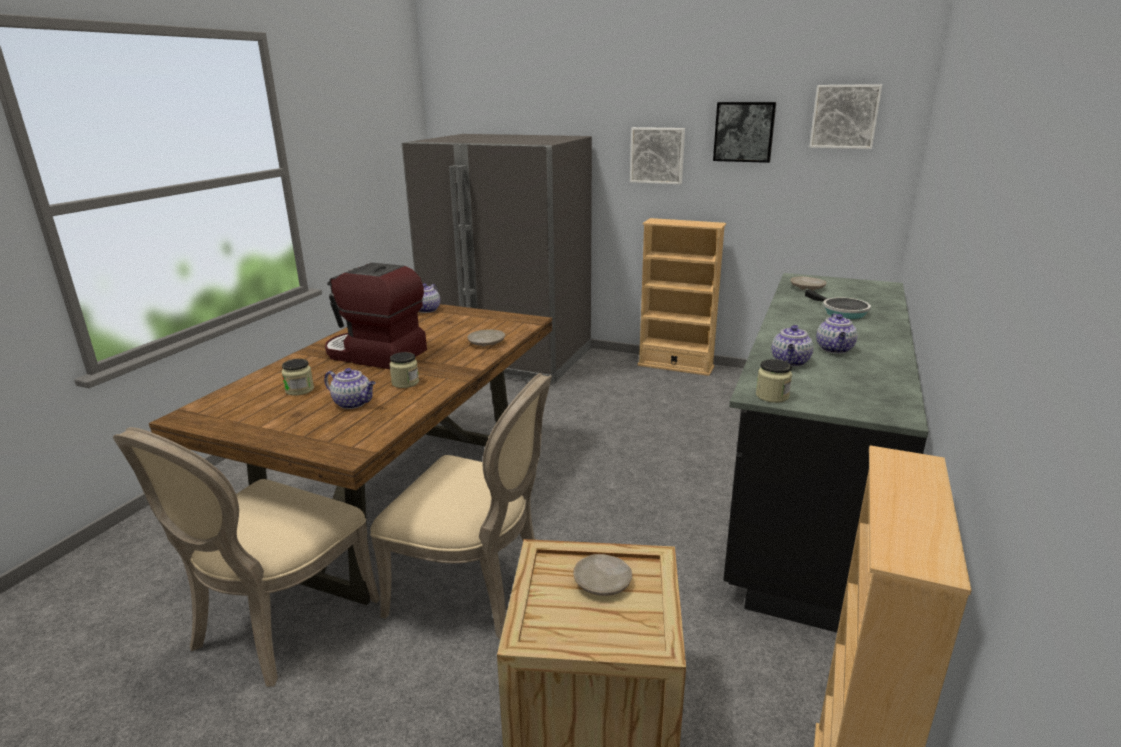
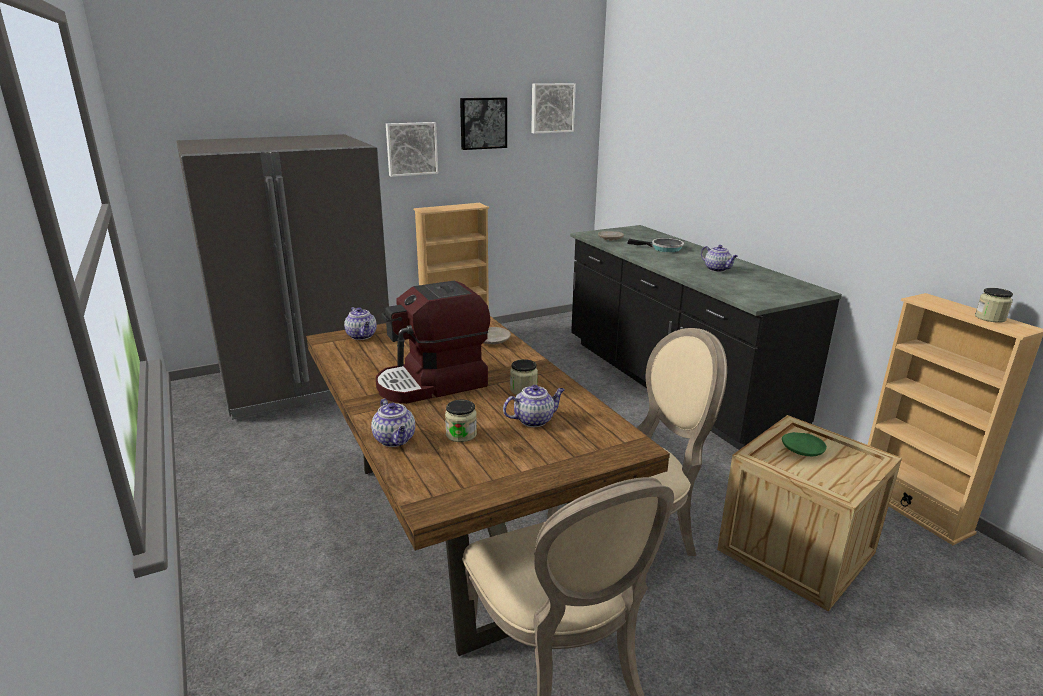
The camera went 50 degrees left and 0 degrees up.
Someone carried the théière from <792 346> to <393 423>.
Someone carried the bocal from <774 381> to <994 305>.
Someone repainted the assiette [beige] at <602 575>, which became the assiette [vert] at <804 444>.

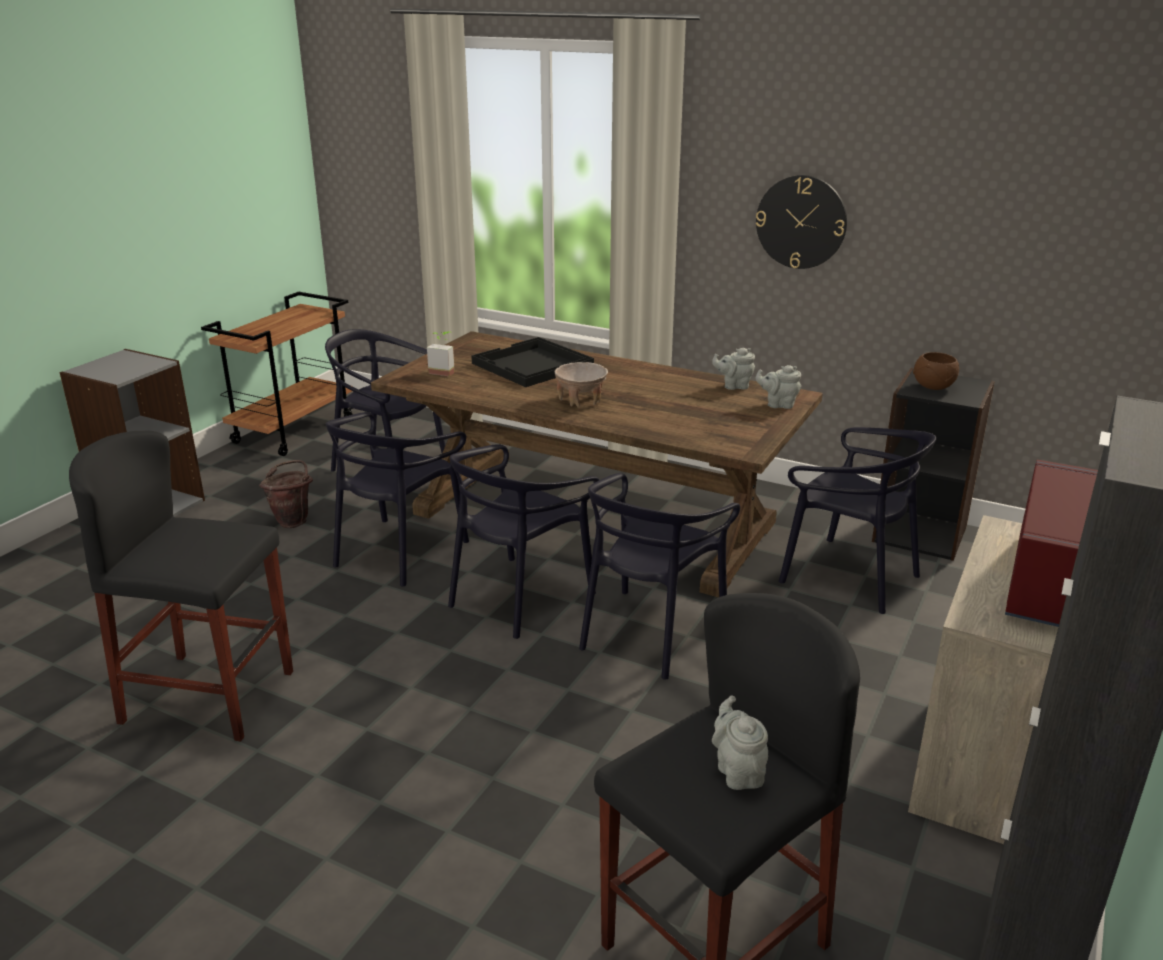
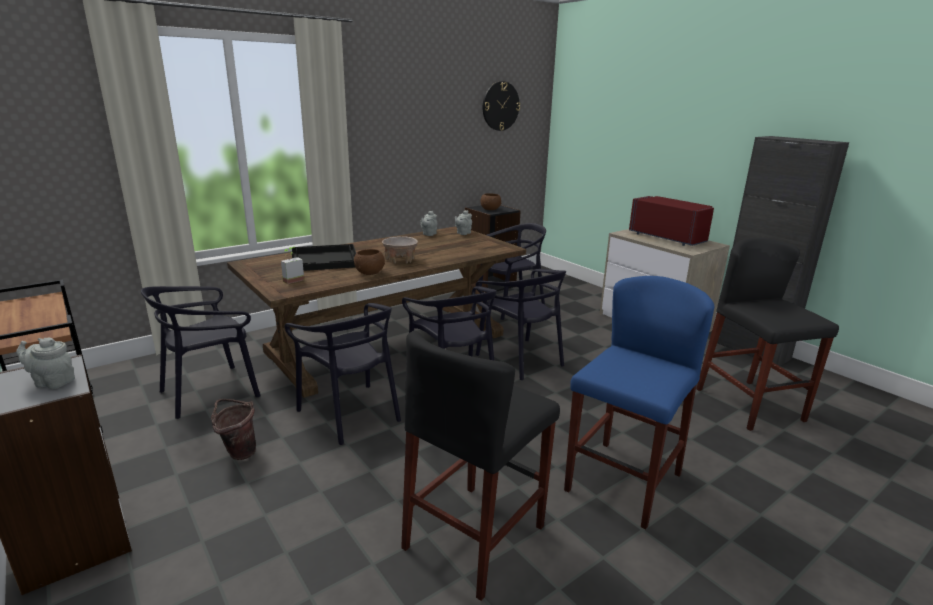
The camera went 65 degrees left and 5 degrees down.
Someone carried the horloge murale from <801 222> to <501 106>.
Someone carried the théière [gris] from <740 743> to <45 363>.
Someone put down the bol [marron] at <369 262>.
Someone put down the tabouret [bleu] at <639 402>.

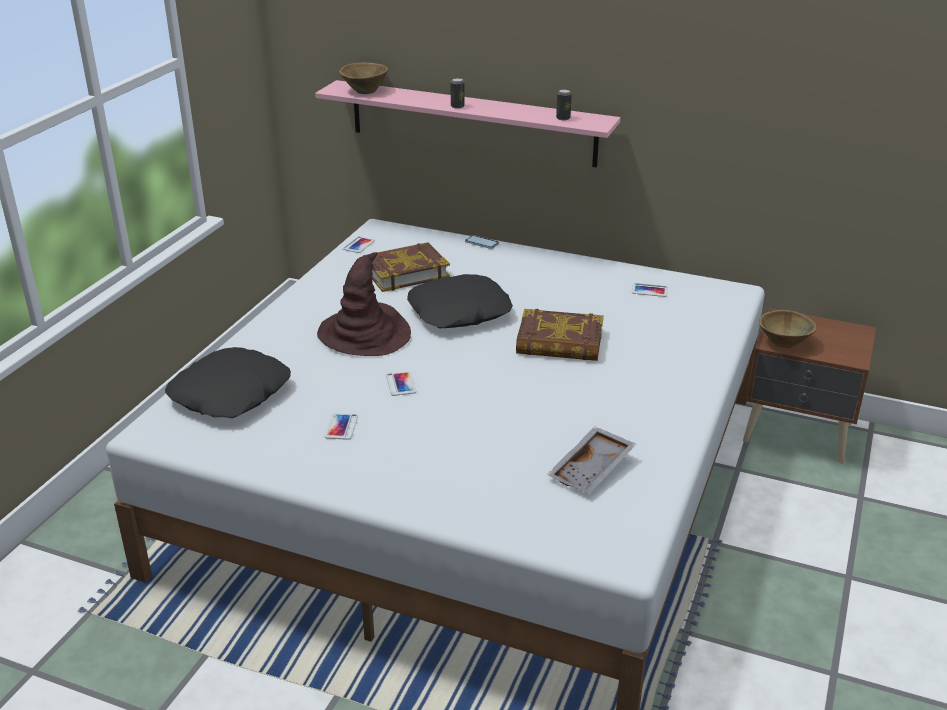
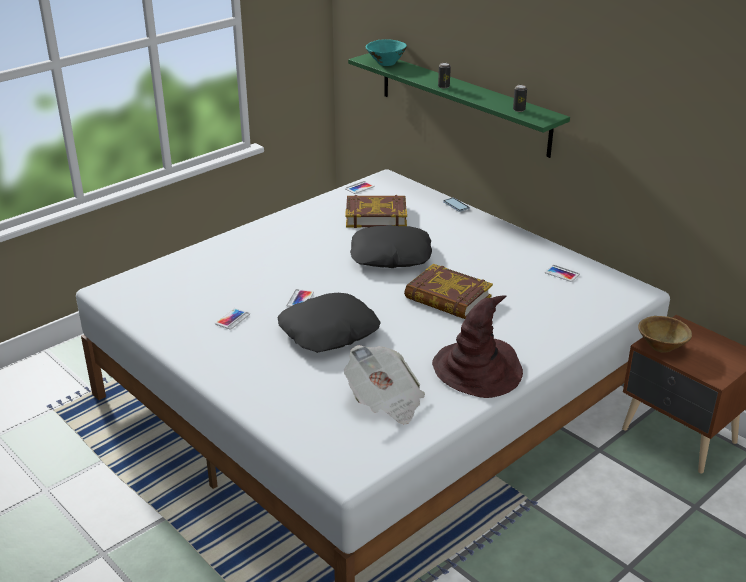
The camera went 25 degrees right and 0 degrees up.
Someone repainted the bol [marron] at <363 78>, which became the bol [turquoise] at <386 52>.
Someone repainted the étagère [rose] at <468 124>, which became the étagère [vert] at <459 105>.
Someone carried the chapeau [marron] from <364 304> to <477 346>.
Someone carried the coussin [noir] from <228 382> to <329 323>.
Someone swapped the plateau [gris] at <591 460> for the journal at <384 384>.

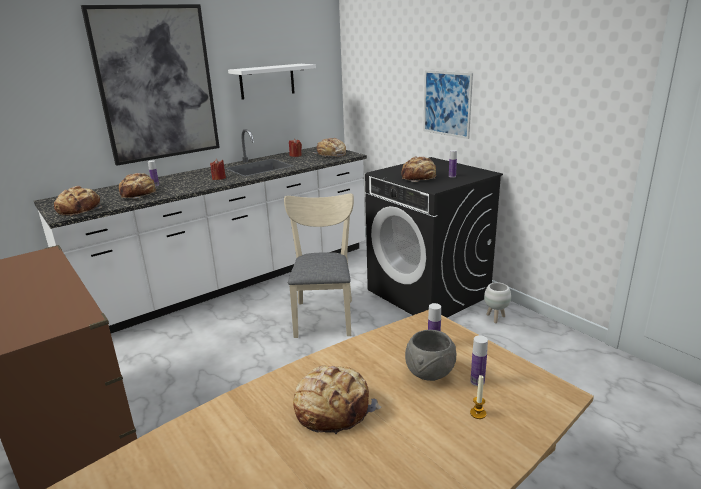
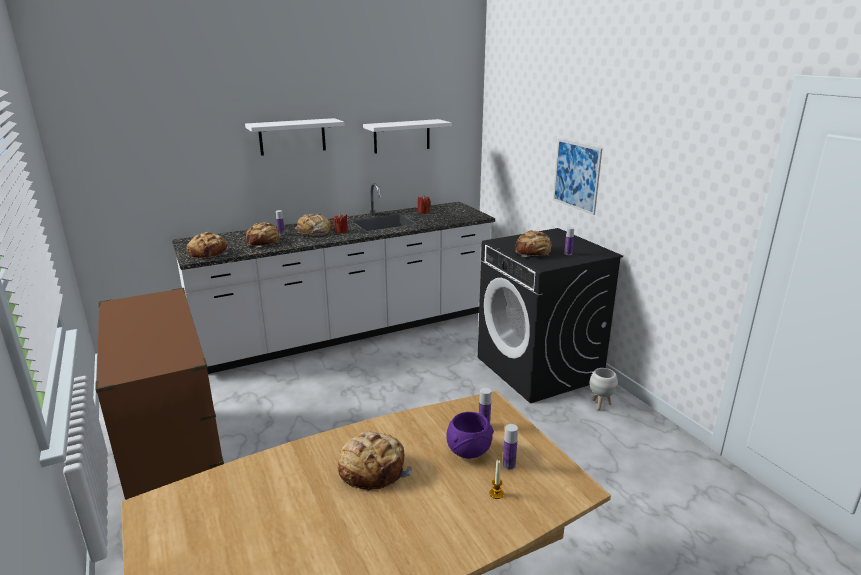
The camera went 10 degrees right and 0 degrees up.
Someone swapped the tableau at <150 85> for the étagère [blanc] at <295 137>.
Someone carried the pain from <329 147> to <313 224>.
Someone took away the chaise [beige] at <319 266>.
Someone repainted the bol [gris] at <430 355>, which became the bol [violet] at <470 435>.

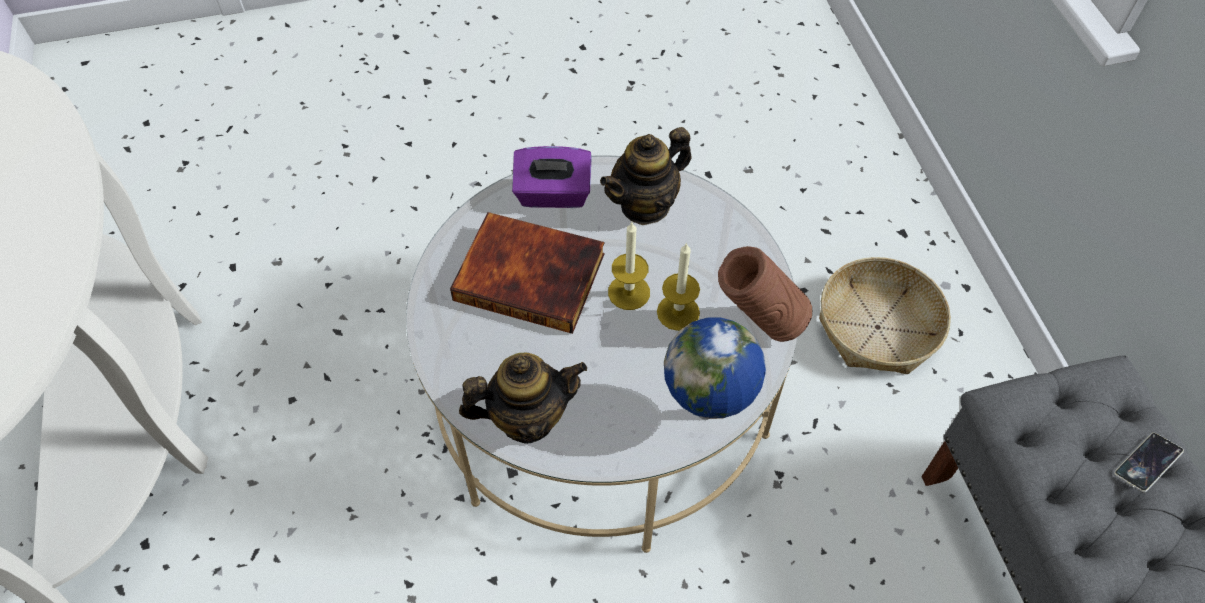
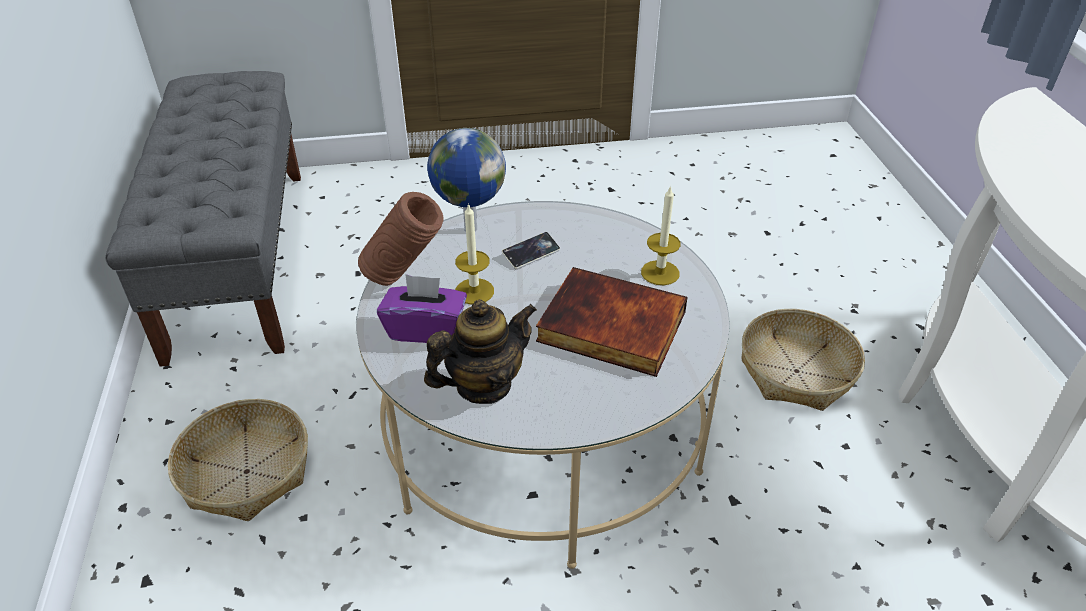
The camera went 175 degrees left and 15 degrees down.
Someone carried the boîte à mouchoirs [violet] from <552 177> to <422 308>.
Someone carried the bougie from <629 266> to <661 235>.
Someone took away the théière at <523 398>.
Someone carried the téléphone from <1149 463> to <531 250>.
Someone put down the panier at <803 360>.

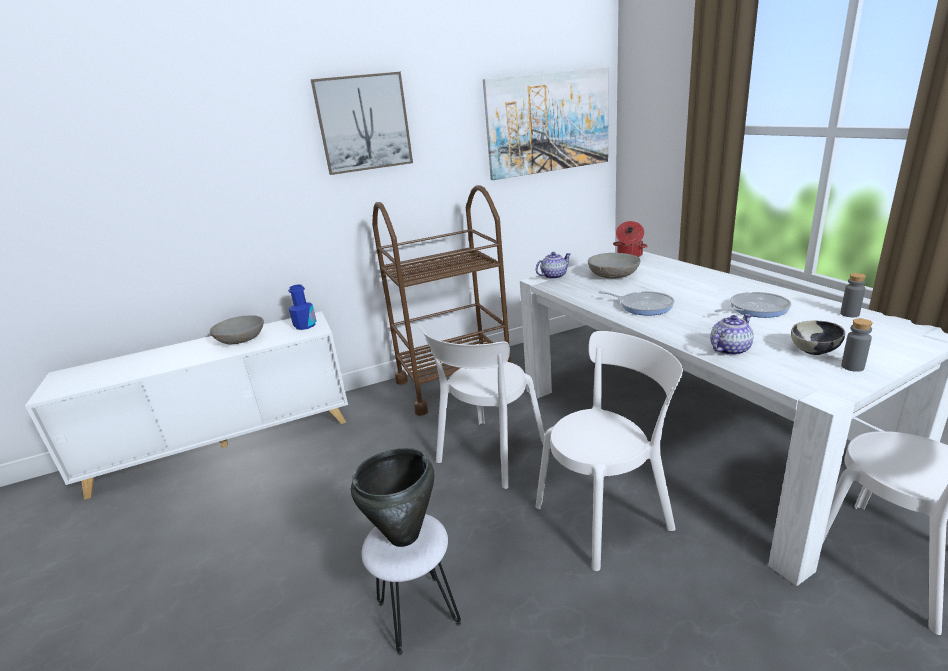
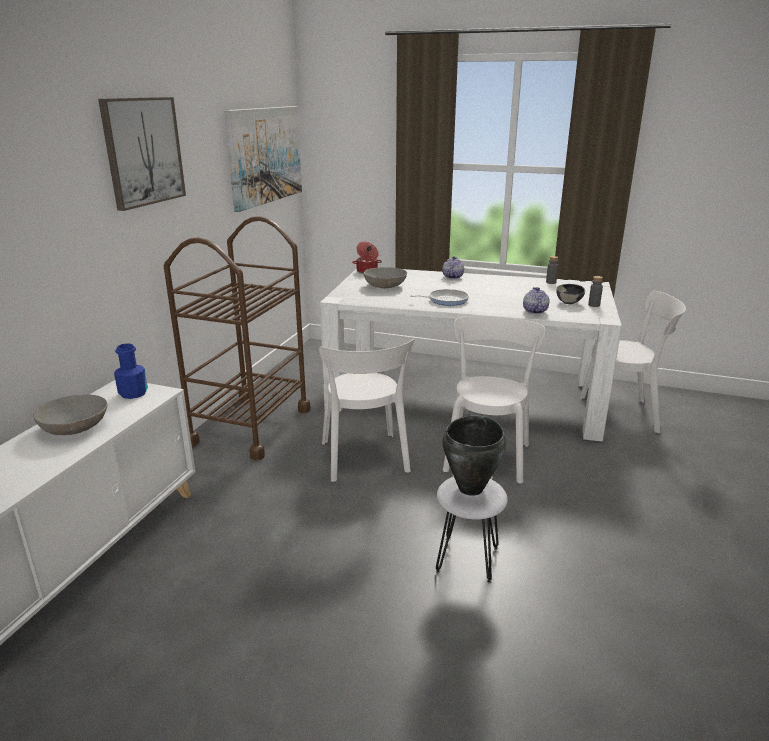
The camera went 50 degrees left and 0 degrees up.
Someone carried the théière from <553 265> to <453 267>.
Someone took away the poêle at <753 305>.

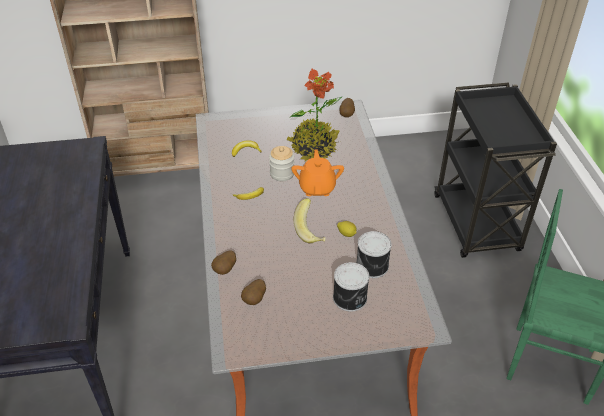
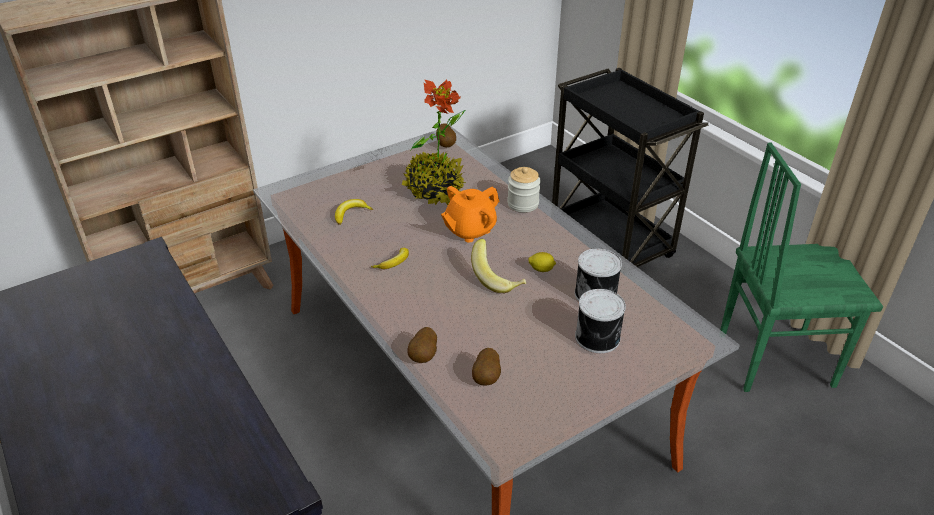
The camera went 25 degrees left and 5 degrees down.
Someone carried the bocal from <281 163> to <524 190>.
Someone rotated the théière [orange] at <317 172> by 105 degrees counterclockwise.

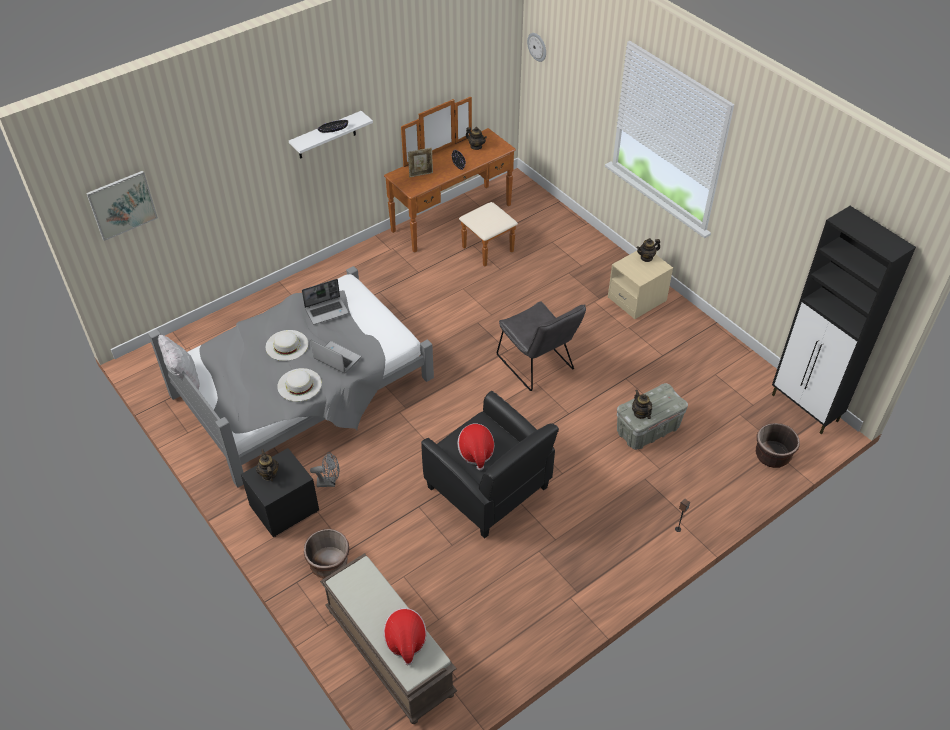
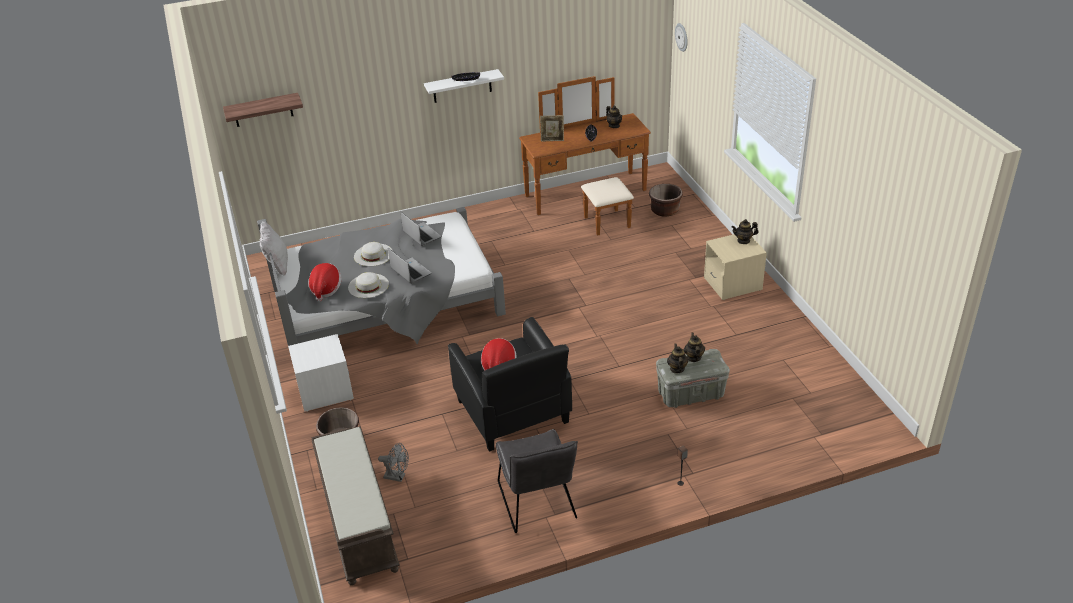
The camera went 20 degrees right and 10 degrees down.
Someone swapped the tableau at <122 206> for the étagère at <263 110>.
Someone took away the meuble de rangement [noir] at <844 320>.
Someone rotated the ordinateur portable at <325 301> by 120 degrees counterclockwise.
Someone carried the chaise [gris] from <541 346> to <537 481>.
Someone carried the cache-pot [marron] from <778 445> to <666 200>.
Someone repainted the table de chevet [noir] at <280 492>, which became the table de chevet [blanc] at <321 373>.
Someone carried the théière from <267 465> to <694 347>.
Someone carried the ventilateur [gris] from <325 469> to <393 462>.
Someone carried the chapeau from <405 636> to <325 282>.

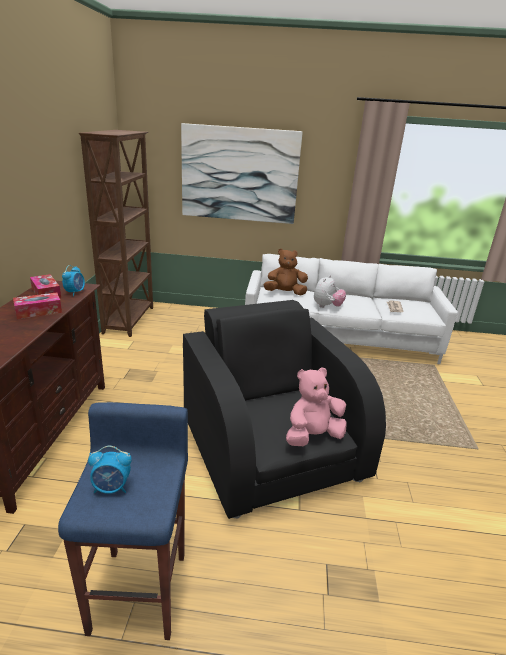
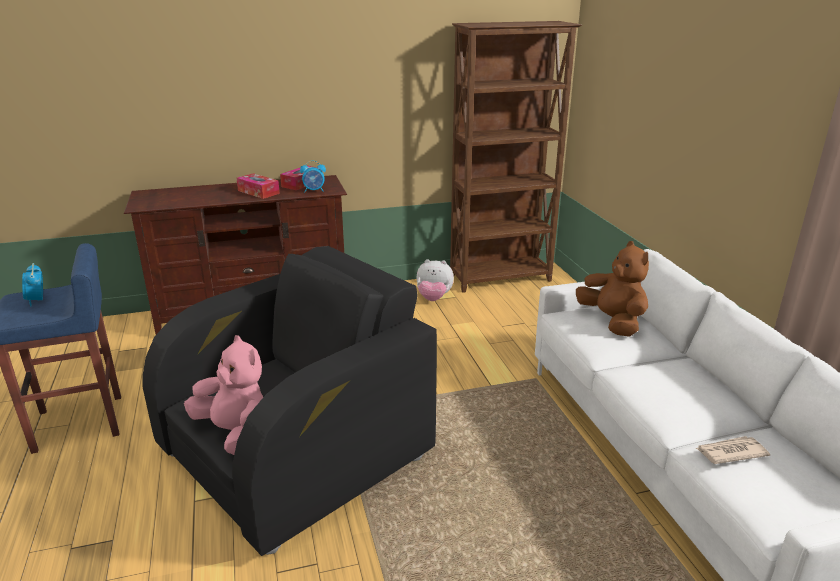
The camera went 70 degrees right and 0 degrees up.
Someone took away the tableau at <242 173>.
Someone carried the peluche from <330 291> to <435 280>.

